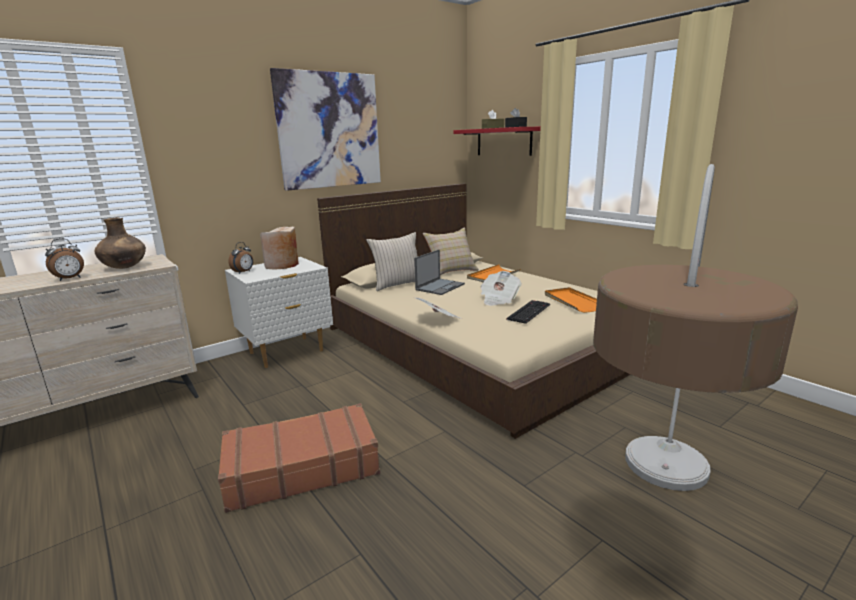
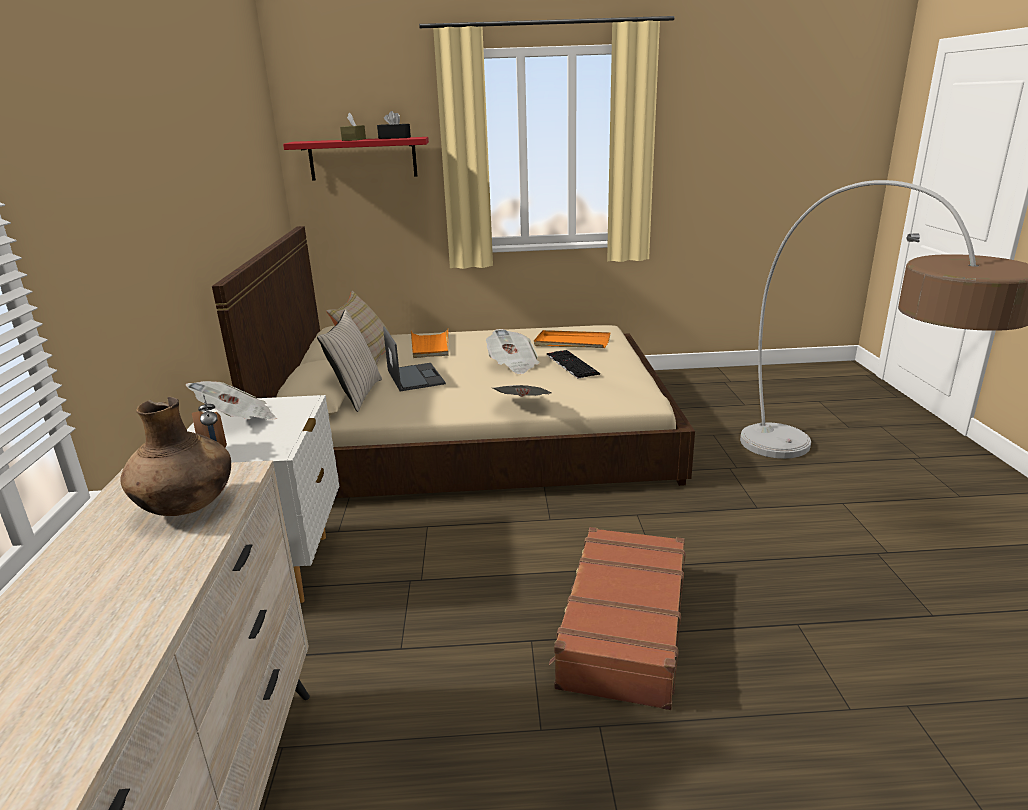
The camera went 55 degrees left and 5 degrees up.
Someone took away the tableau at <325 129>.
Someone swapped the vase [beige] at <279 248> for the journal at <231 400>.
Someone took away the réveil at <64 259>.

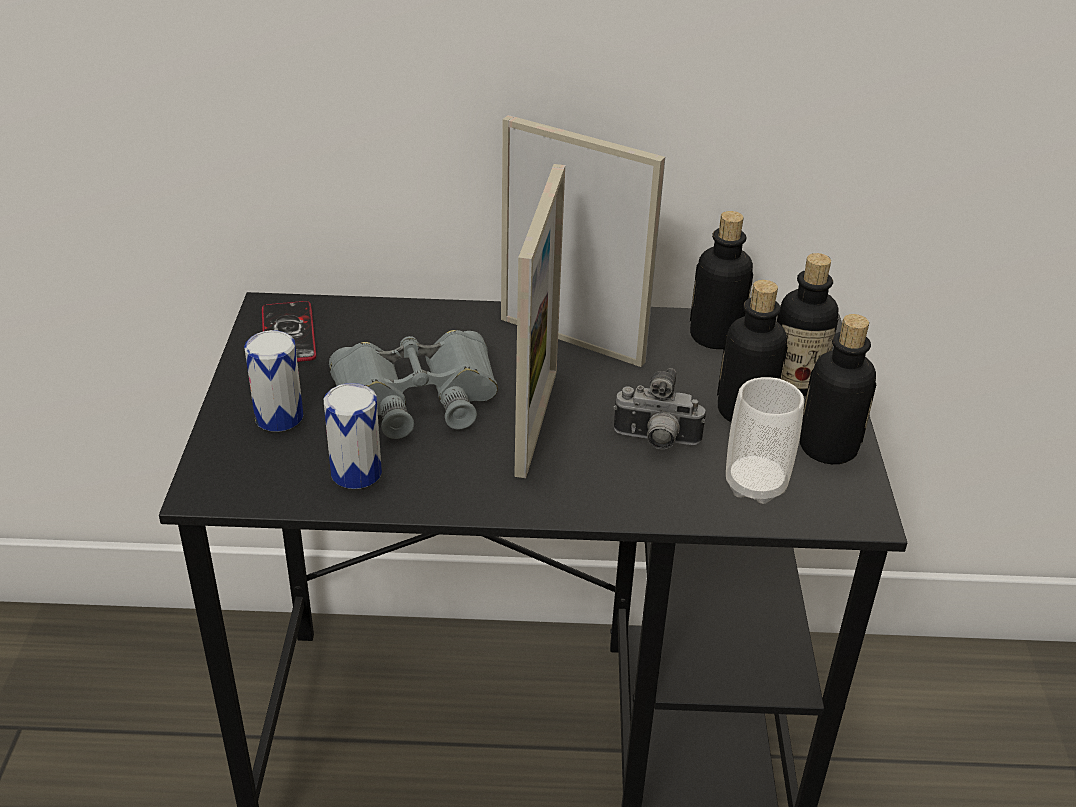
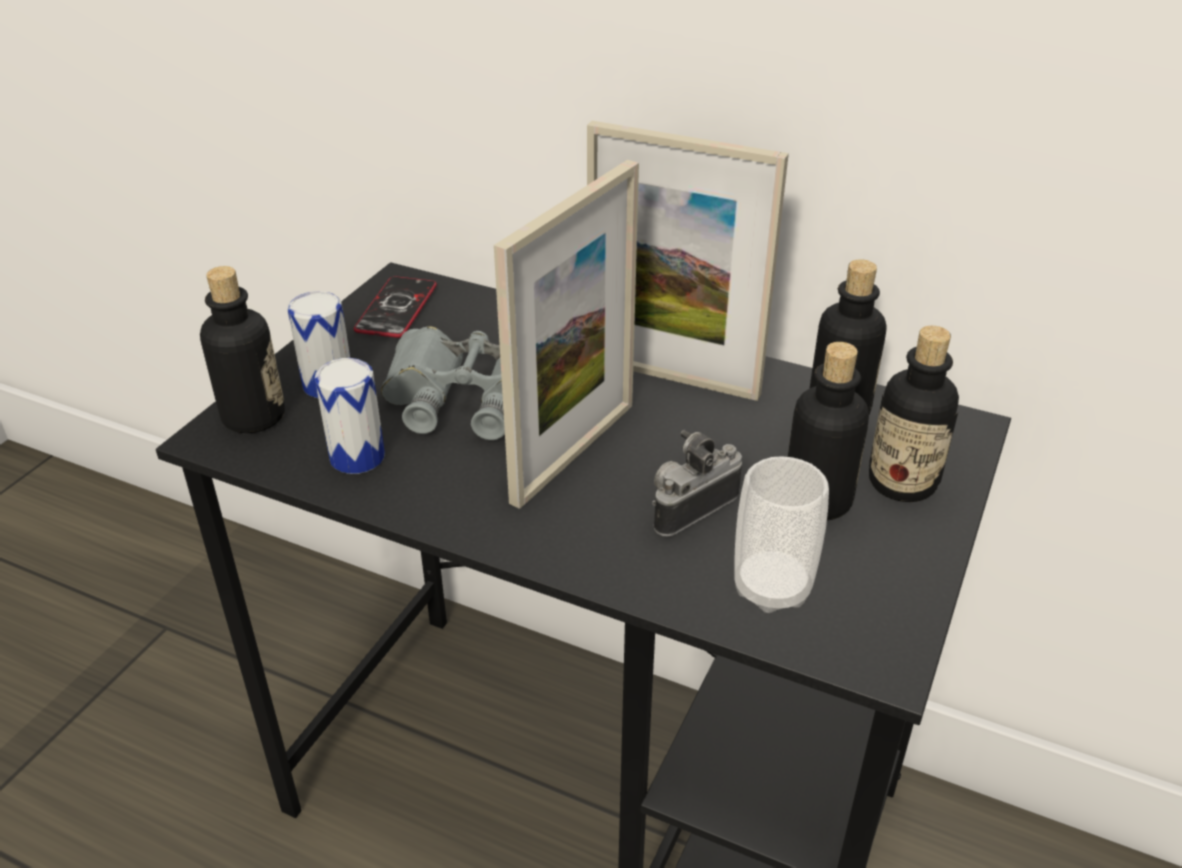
The camera went 25 degrees right and 0 degrees up.
Someone rotated the cadre photo at <583 241> by 150 degrees clockwise.
Someone carried the bouteille from <838 389> to <242 349>.
Someone rotated the appareil photo at <659 409> by 105 degrees clockwise.

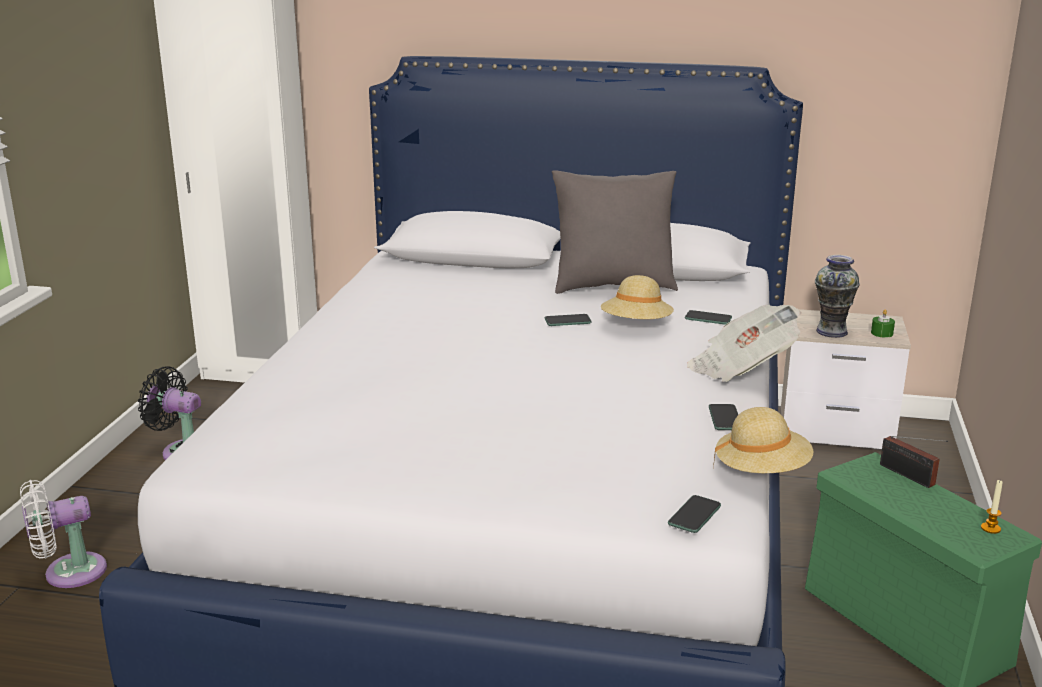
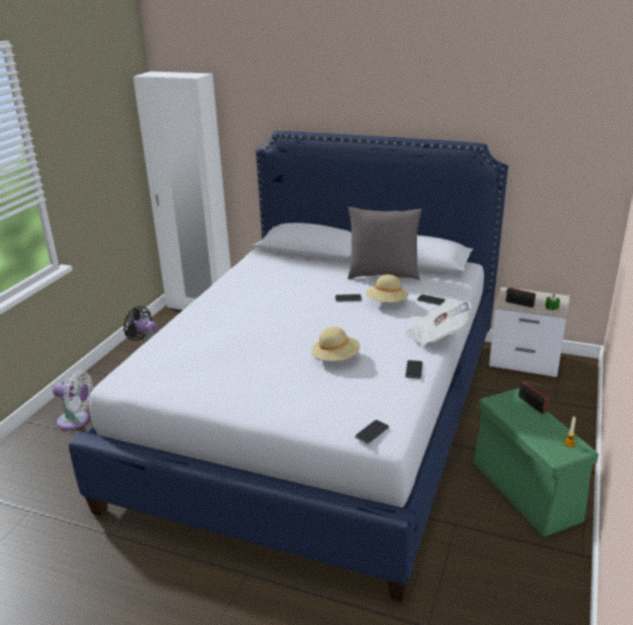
The camera went 10 degrees right and 5 degrees up.
Someone swapped the vase at <837 296> for the radio at <521 296>.
Someone carried the chapeau [beige] from <763 440> to <336 344>.
Someone rotated the ventilateur [blanc] at <63 534> by 150 degrees counterclockwise.

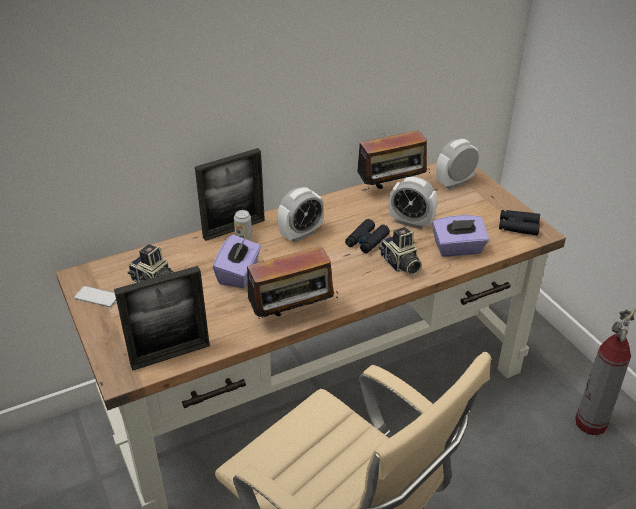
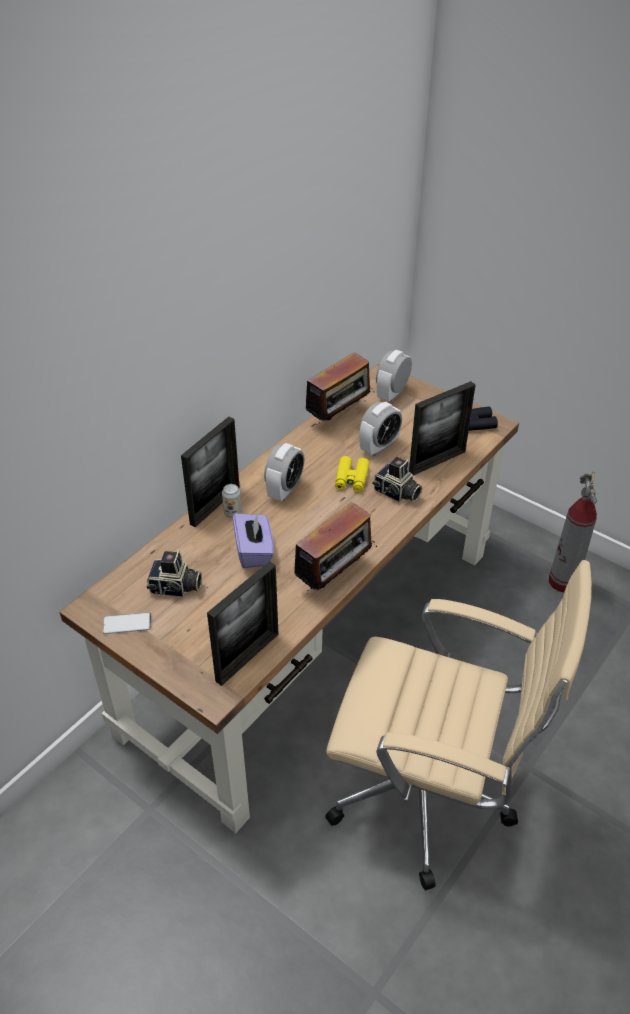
The camera went 25 degrees left and 5 degrees up.
Someone rotated the réveil at <413 203> by 45 degrees counterclockwise.
Someone swapped the boîte à mouchoirs [violet] at <460 236> for the cadre photo at <442 428>.
Someone repainted the jumelles [noir] at <367 236>, which became the jumelles [jaune] at <352 474>.

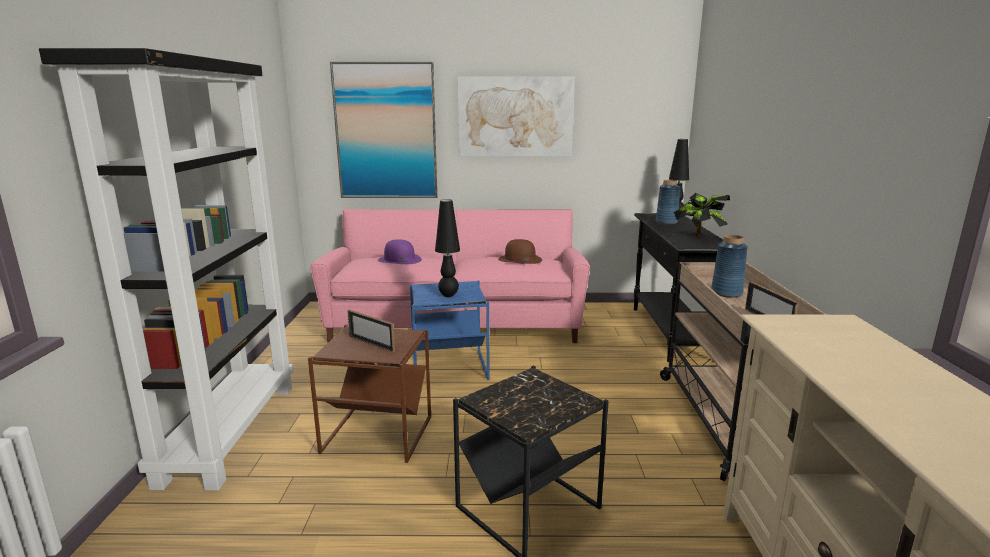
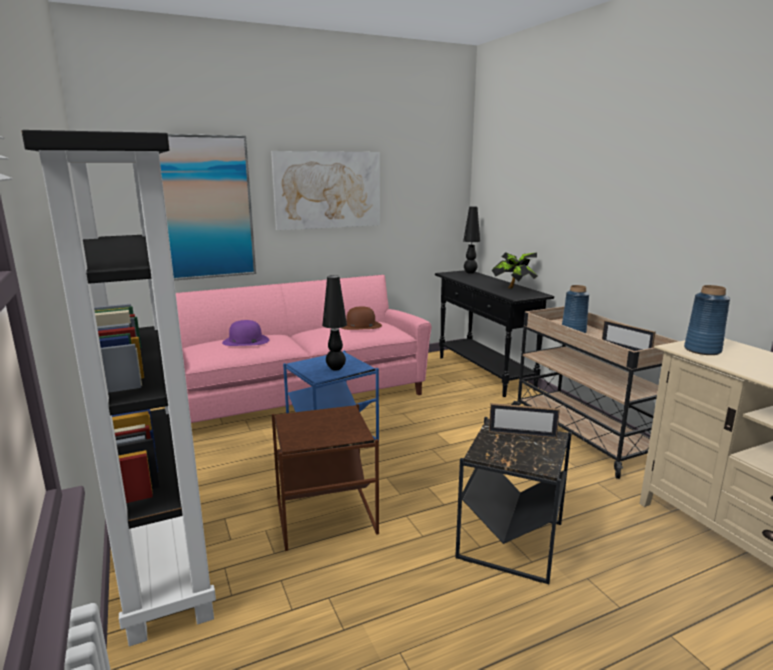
The camera went 25 degrees left and 0 degrees up.
Someone carried the vase [bleu] from <668 202> to <707 320>.
Someone carried the cadre photo from <371 331> to <524 420>.

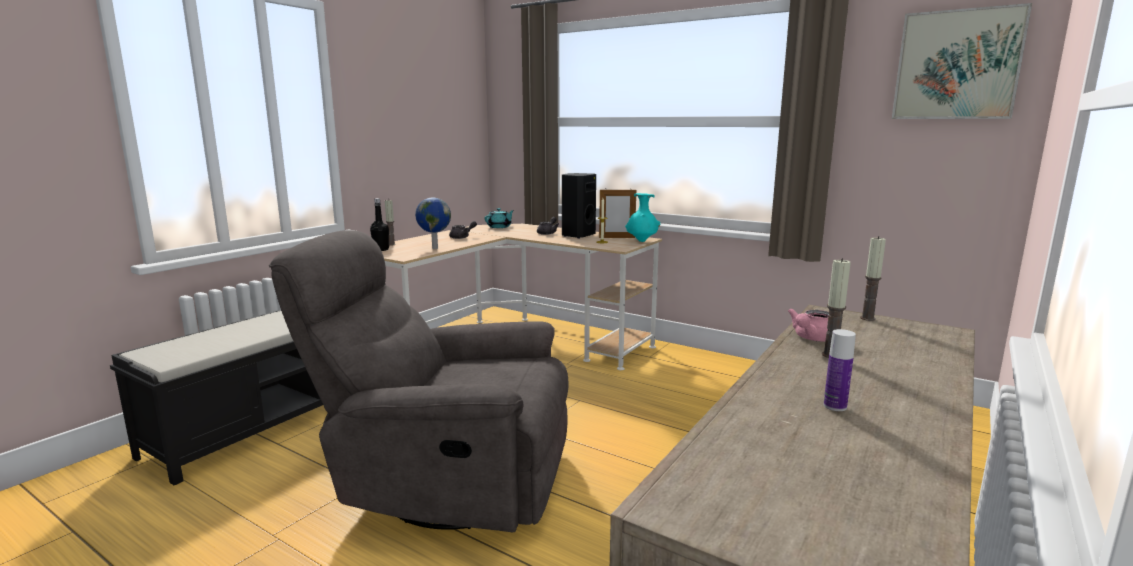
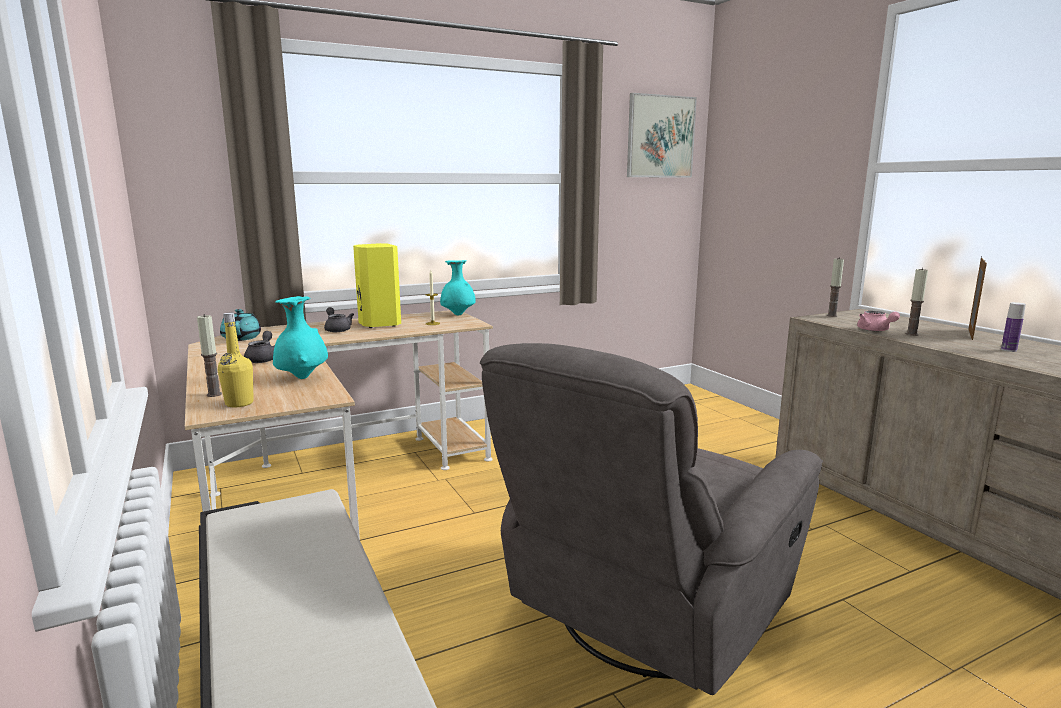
The camera went 60 degrees left and 0 degrees up.
Someone repainted the enceinte [noir] at <579 206>, which became the enceinte [jaune] at <377 285>.
Someone carried the cadre photo from <617 213> to <977 298>.
Someone repainted the bouteille [noir] at <379 224>, which became the bouteille [jaune] at <236 360>.
Someone swapped the globe at <433 223> for the vase [turquoise] at <300 337>.

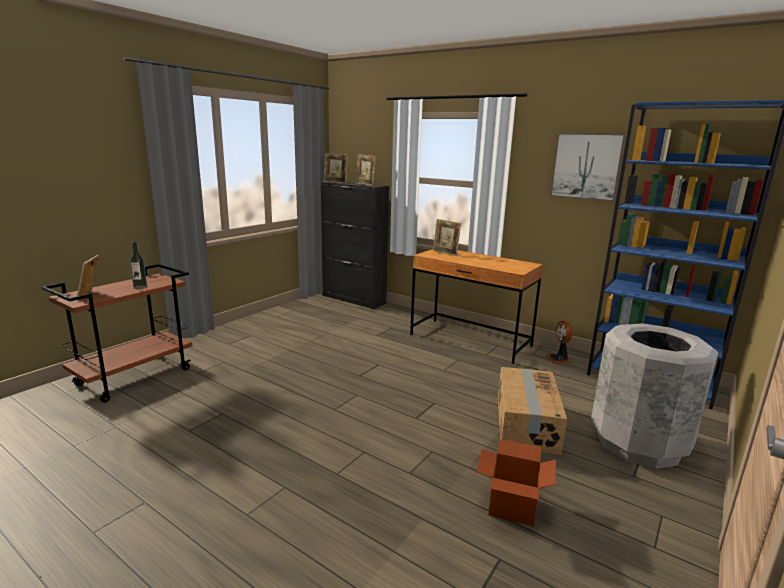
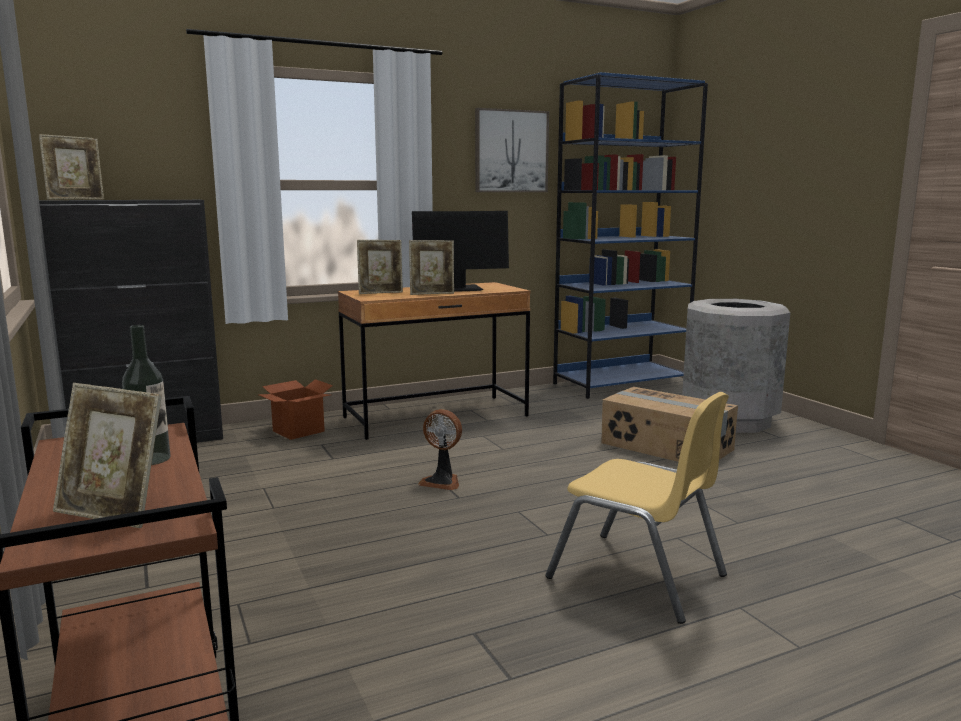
The camera went 60 degrees left and 5 degrees down.
Someone carried the cadre photo from <366 170> to <431 267>.
Someone carried the ventilateur from <559 342> to <440 449>.
Someone carried the carton from <516 482> to <295 409>.
Someone put down the écran d'ordinateur at <460 251>.
Someone put down the chaise [jaune] at <637 508>.

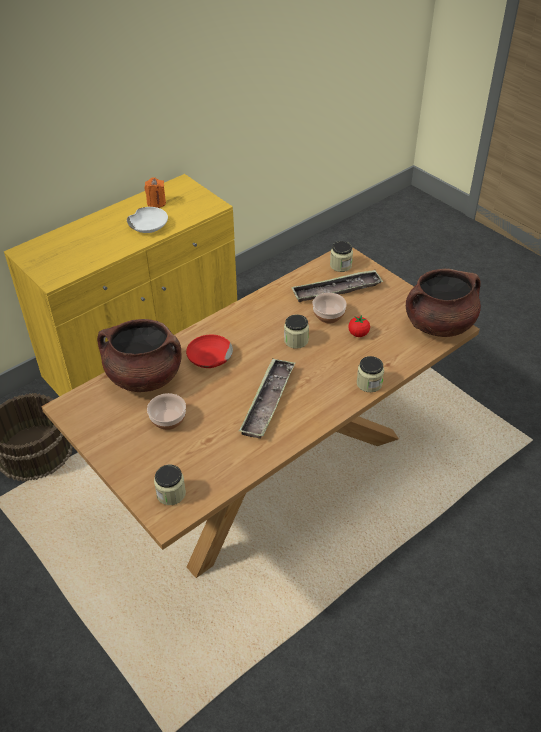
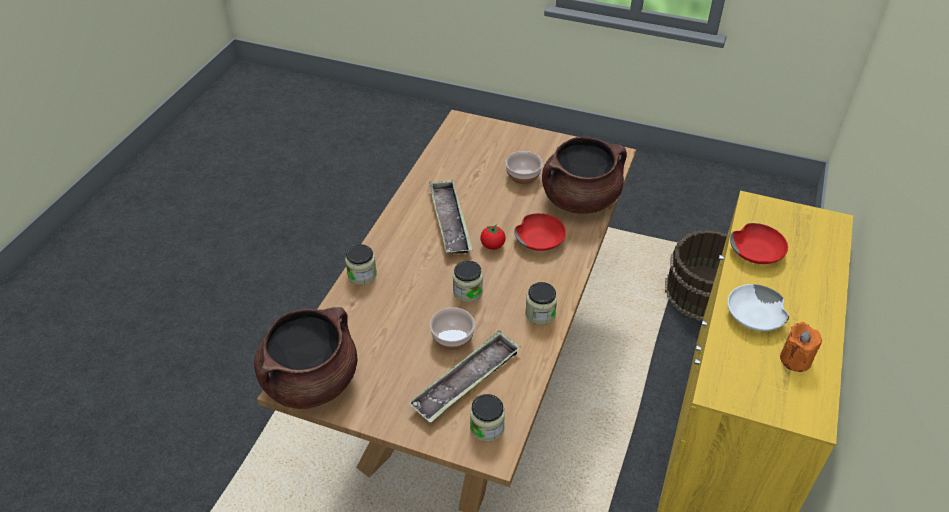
The camera went 150 degrees right and 0 degrees up.
Someone carried the tomate from <359 326> to <493 237>.
Someone carried the bocal from <170 485> to <541 303>.
Someone put down the bol [rouge] at <759 243>.

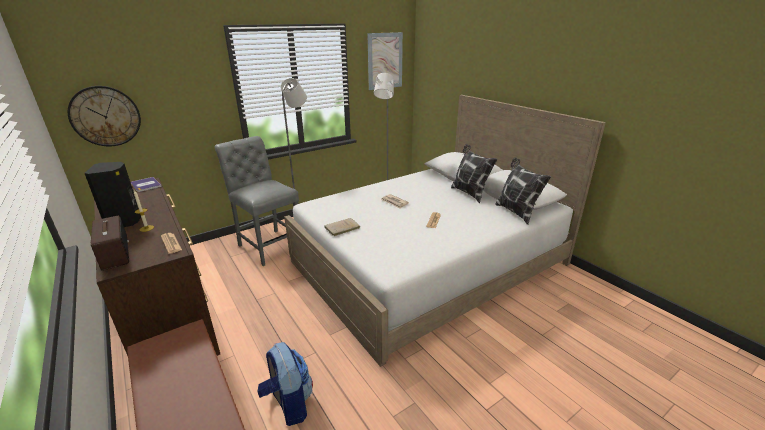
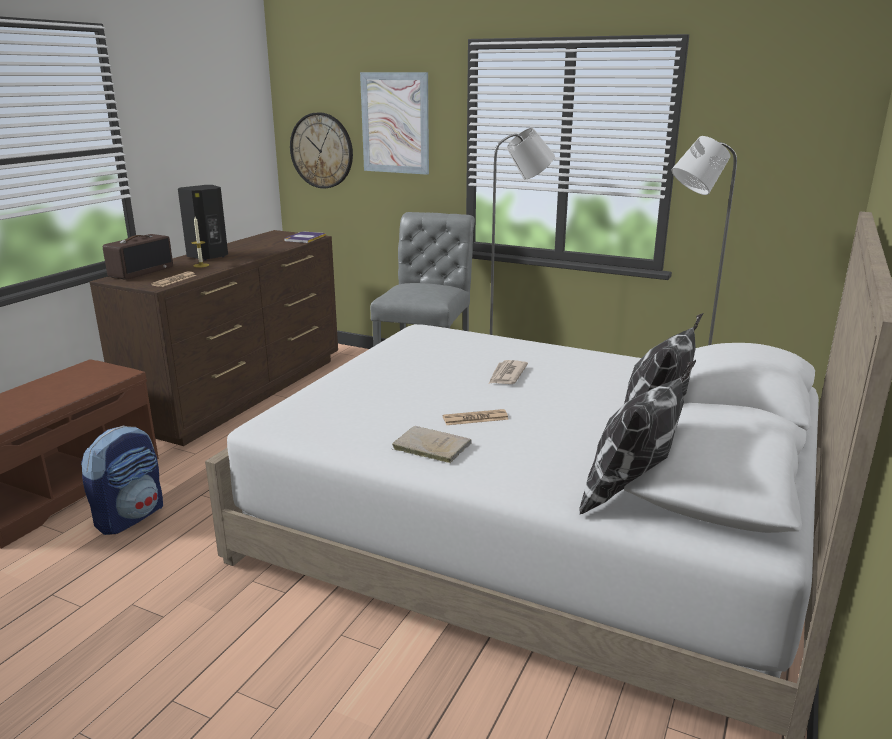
The camera went 60 degrees right and 5 degrees down.
Someone carried the tableau from <385 61> to <394 123>.
Someone carried the livre [beige] from <342 227> to <432 444>.

